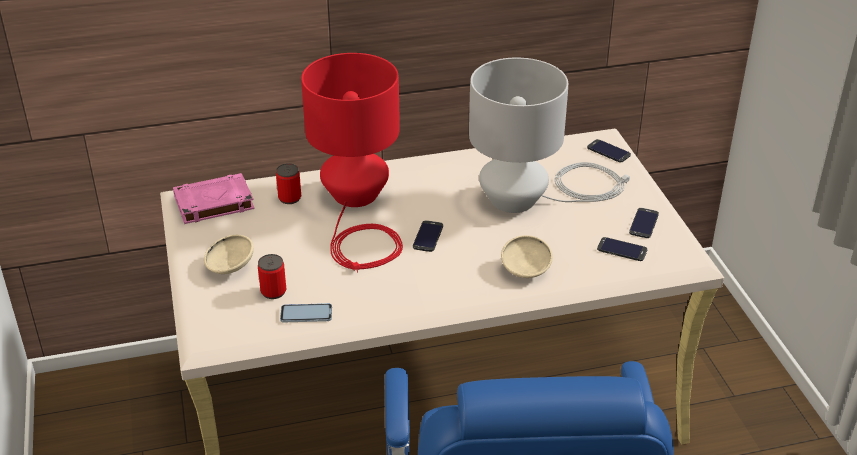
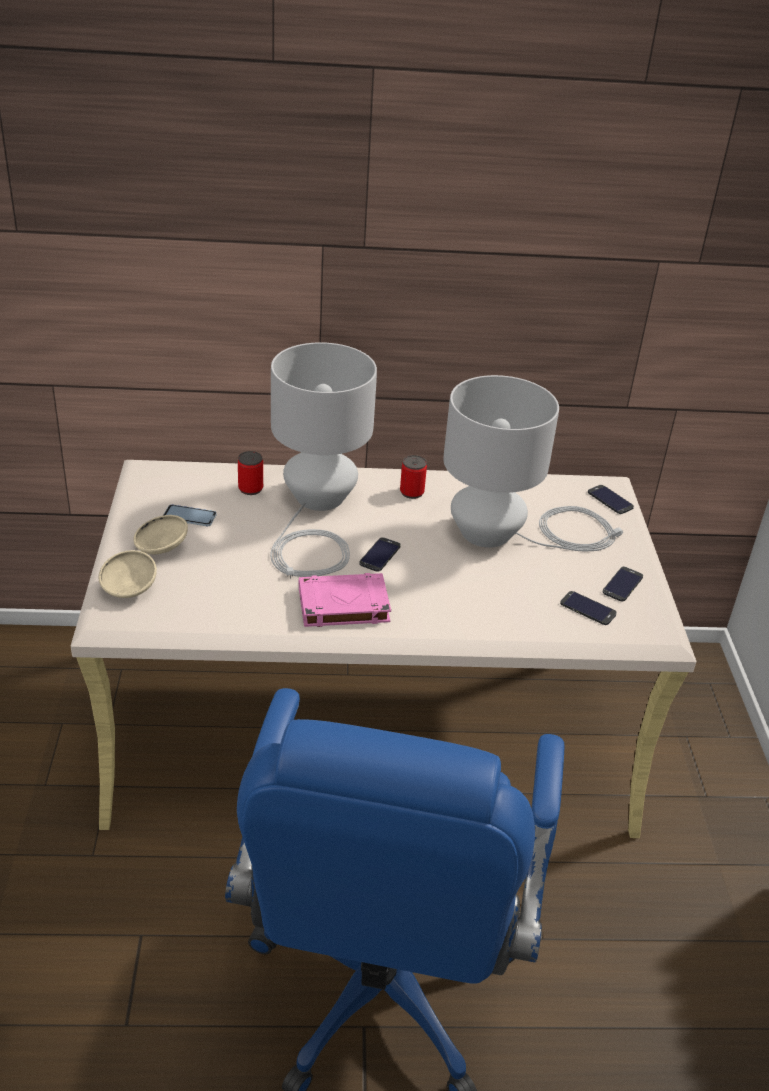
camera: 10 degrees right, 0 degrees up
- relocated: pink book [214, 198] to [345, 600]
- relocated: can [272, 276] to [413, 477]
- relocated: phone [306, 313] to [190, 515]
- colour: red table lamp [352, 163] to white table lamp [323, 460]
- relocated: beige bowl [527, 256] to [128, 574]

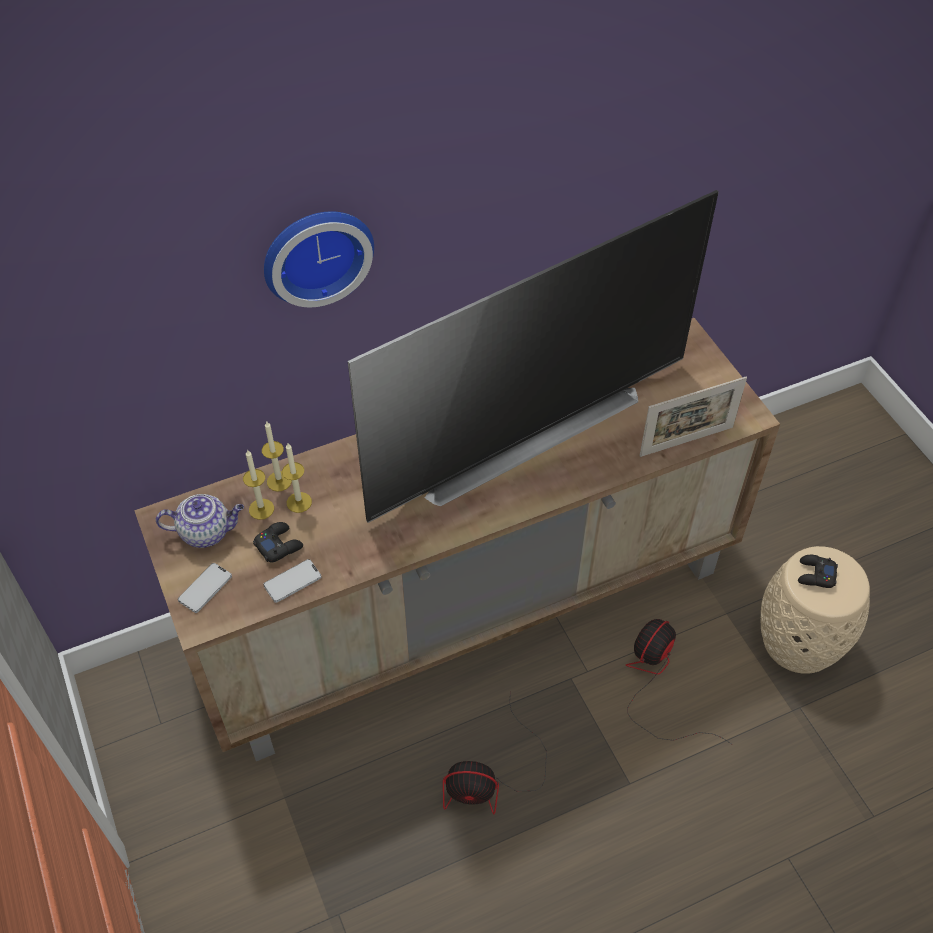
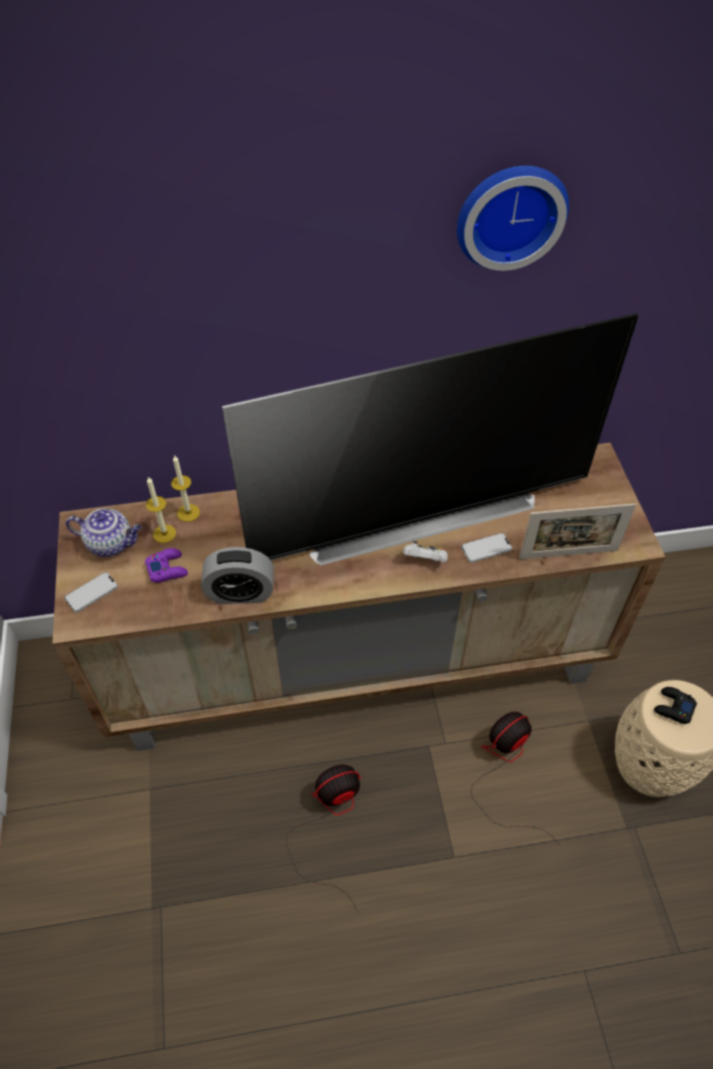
camera: 15 degrees right, 0 degrees up
- colour: black game controller [278, 542] to purple game controller [166, 565]
- relocated: phone [292, 581] to [486, 548]
- relocated: wall clock [319, 259] to [513, 218]
- missing: candle [297, 478]
- spun: fan [495, 752] = [323, 838] 135 degrees clockwise
- appeared: alarm clock [237, 575]
- appeared: white game controller [425, 551]

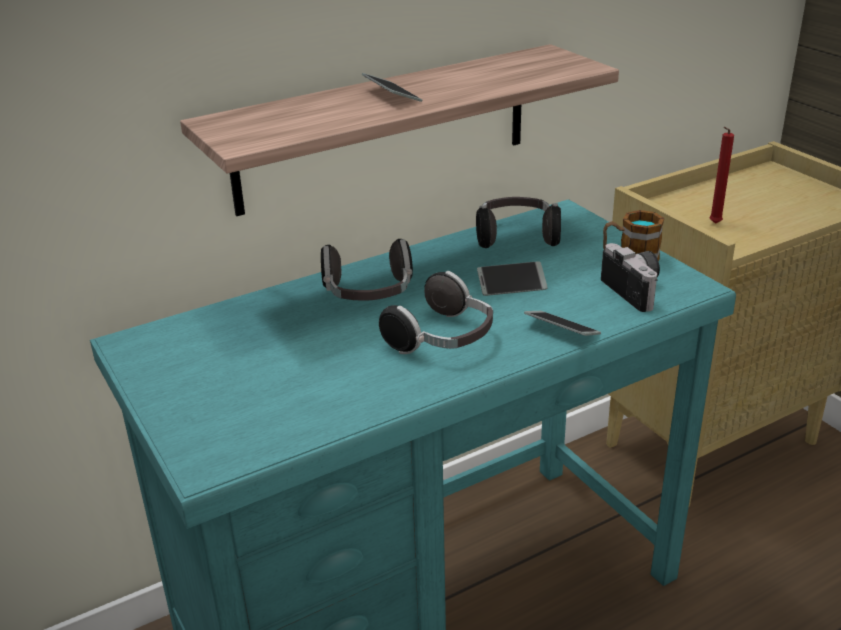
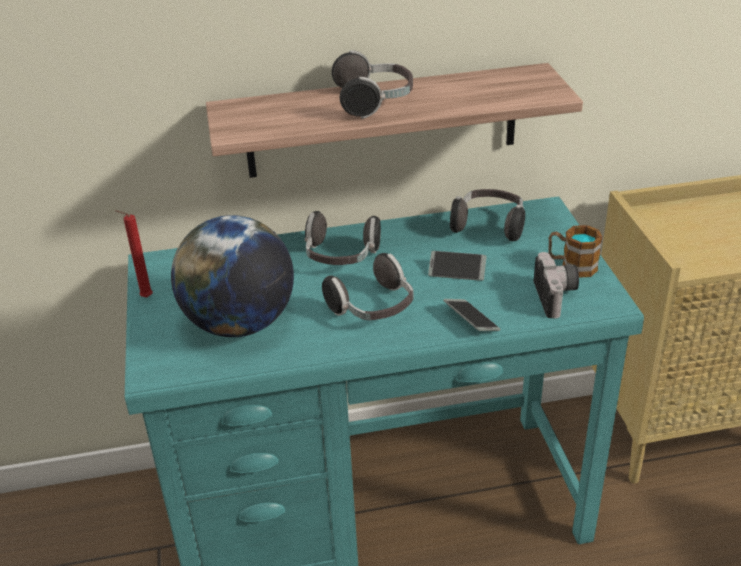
camera: 20 degrees right, 5 degrees up
- exchanged: phone [392, 87] to headphones [372, 84]
- relocated: red candle [721, 175] to [134, 253]
- appeared: globe [232, 276]

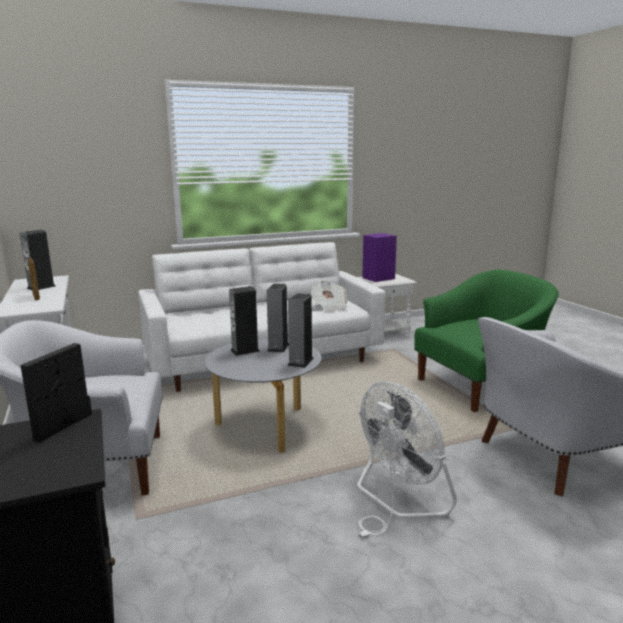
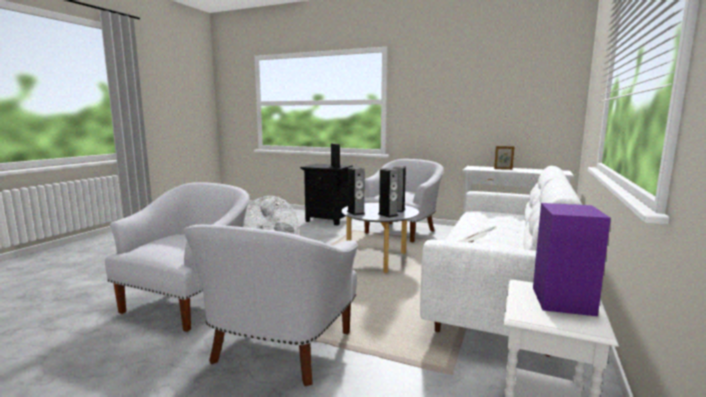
camera: 135 degrees right, 5 degrees down
- missing: speaker [37, 260]
- colour: green armchair [486, 341] to white armchair [270, 305]

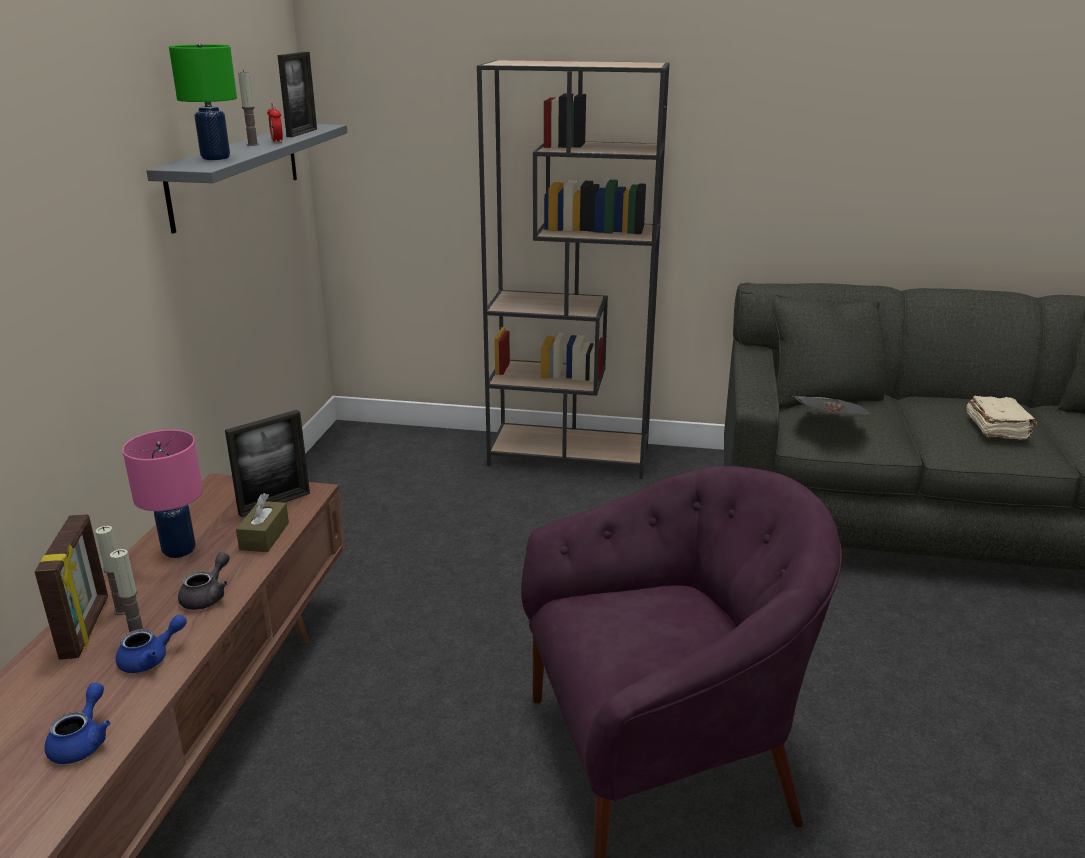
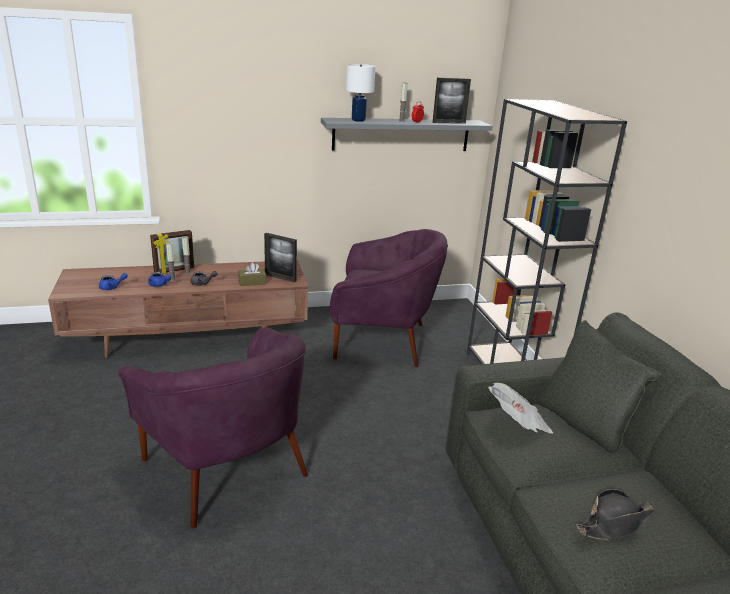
camera: 65 degrees right, 0 degrees up
- missing: pink table lamp [162, 494]
- colour: green table lamp [203, 102] to white table lamp [361, 93]
- exchanged: beige book [1002, 418] to black hat [615, 514]
- appeared: purple armchair [389, 298]

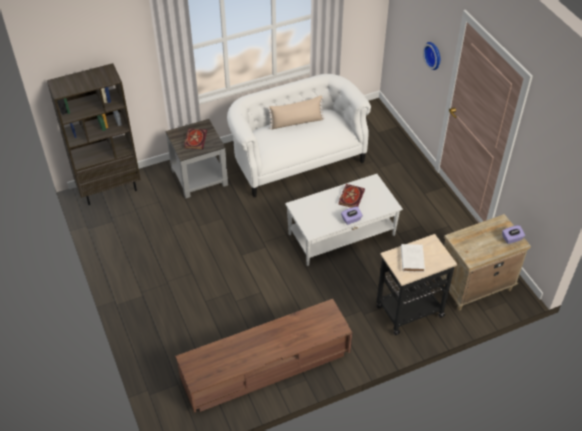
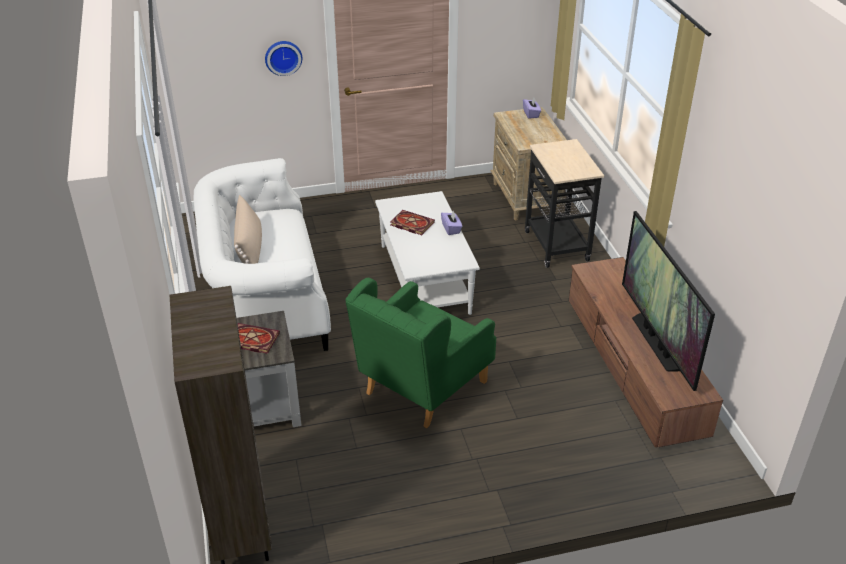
camera: 80 degrees left, 10 degrees down
- missing: white book [413, 258]
- appeared: green armchair [420, 353]
- appeared: television [668, 301]

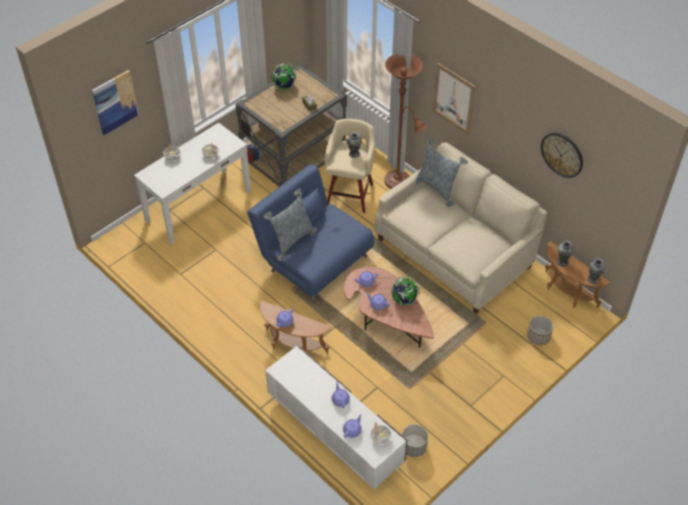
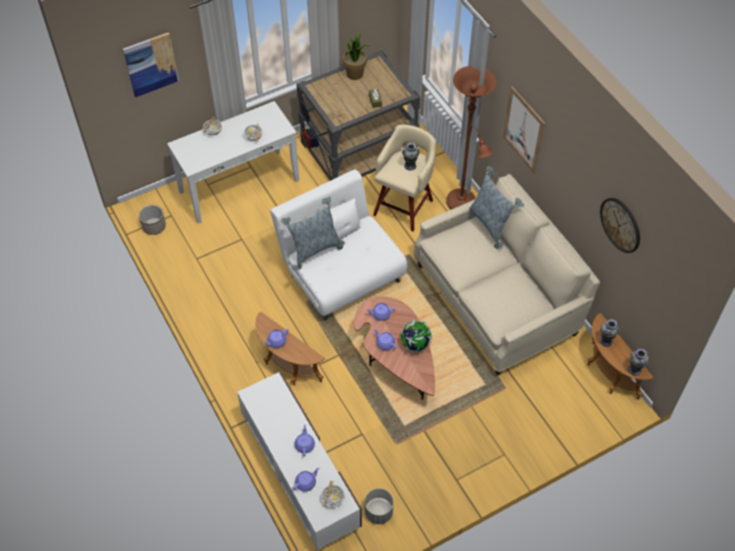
camera: 15 degrees right, 5 degrees up
- colour: blue armchair [310, 233] to white armchair [338, 245]
- exchanged: globe [284, 76] to potted plant [356, 56]
- relocated: planter [540, 330] to [152, 220]

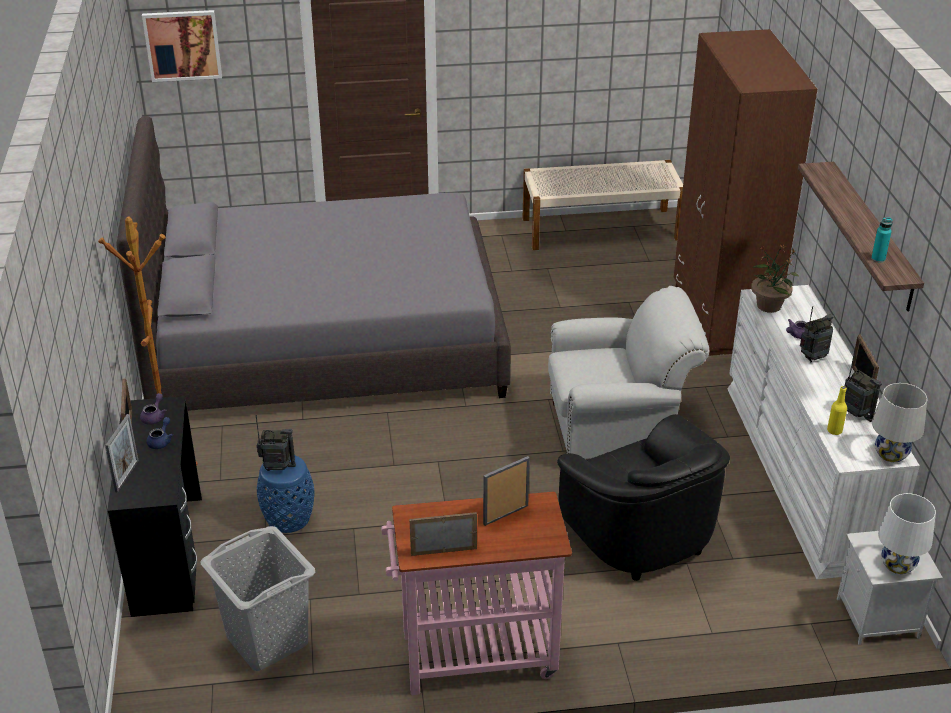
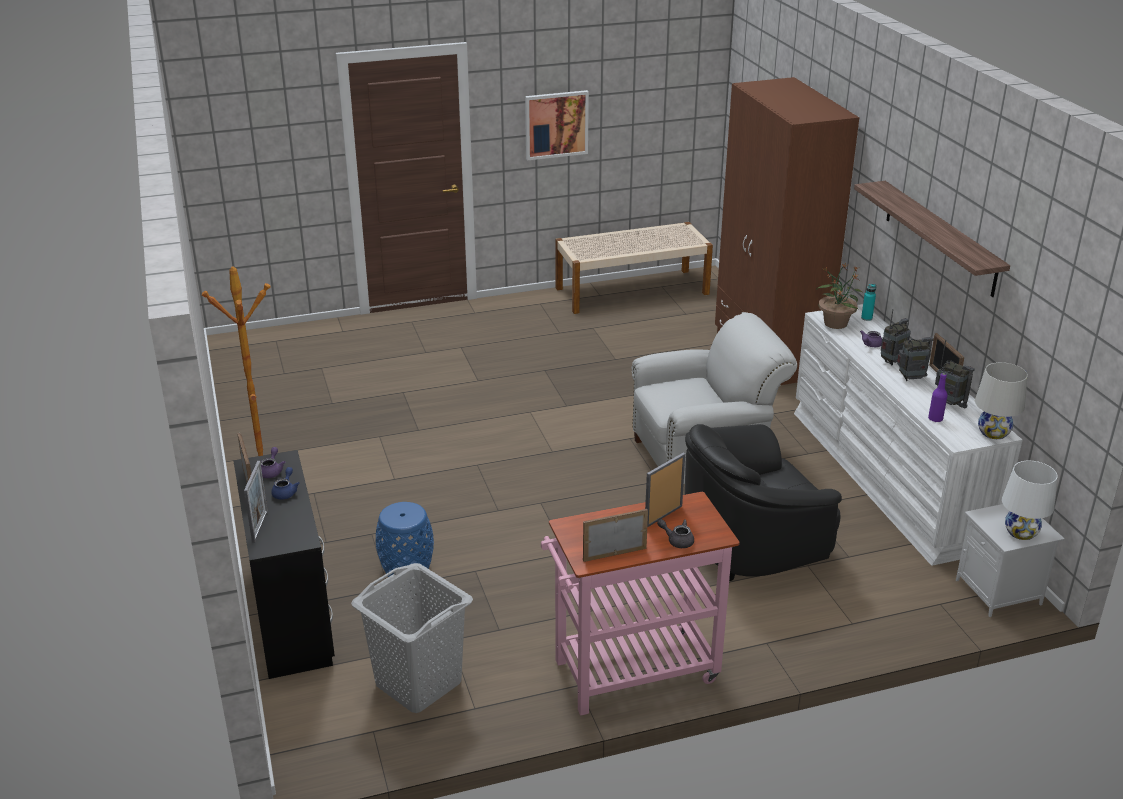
camera: 10 degrees left, 5 degrees down
- missing: grey bed [313, 263]
- relocated: picture [182, 46] to [557, 125]
- relocated: radio [276, 443] to [915, 352]
- spun: black armchair [643, 497] = [763, 502] 105 degrees clockwise
- colour: yellow bottle [837, 410] to purple bottle [938, 397]
- relocated: turquoise bottle [882, 239] to [868, 302]
- appeared: grey teapot [675, 533]

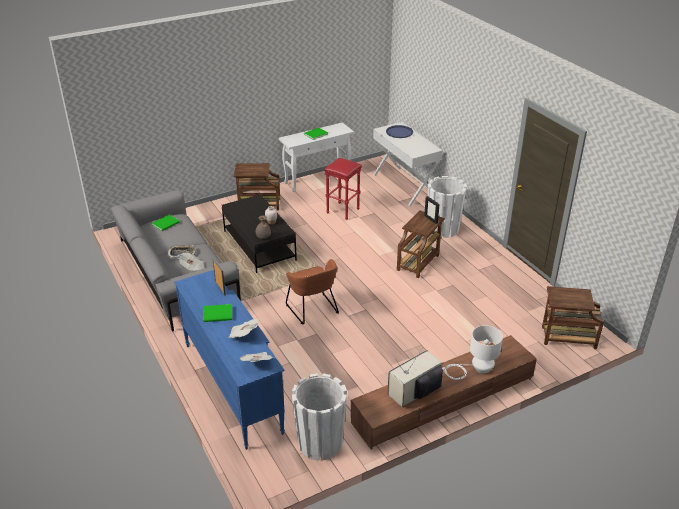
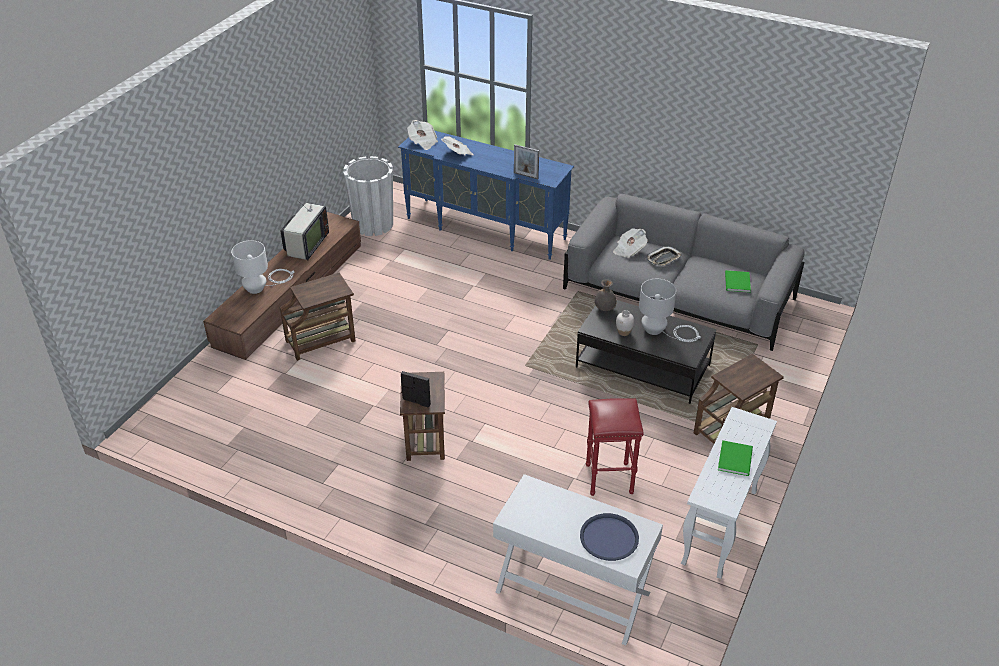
camera: 145 degrees right, 5 degrees up
- missing: green book [217, 313]
- missing: brown armchair [312, 291]
- missing: white planter [447, 207]
- relocated: brown side table [573, 317] to [318, 317]
- appeared: grey table lamp [670, 310]

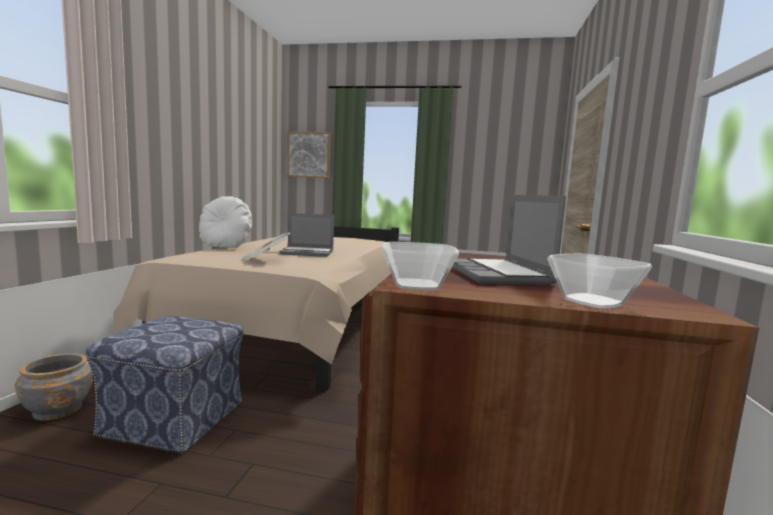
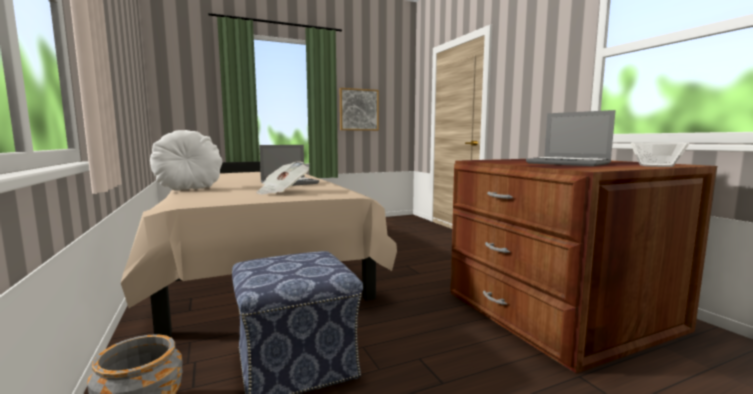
camera: 35 degrees left, 0 degrees up
- relocated: picture [309, 154] to [359, 109]
- missing: bowl [420, 266]

